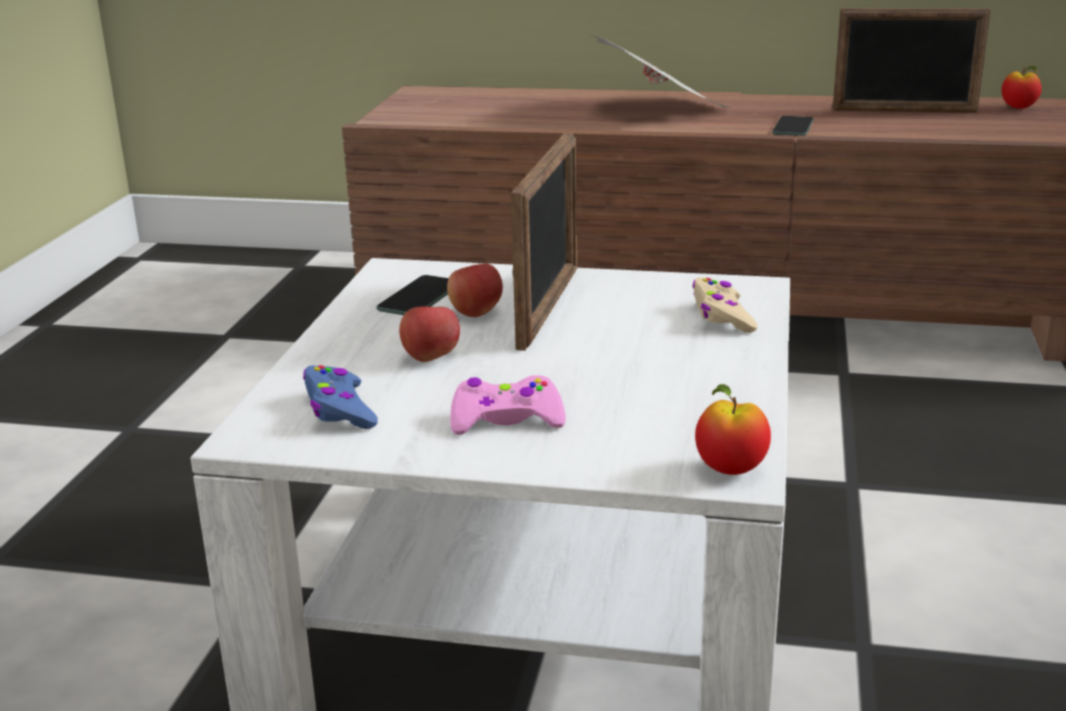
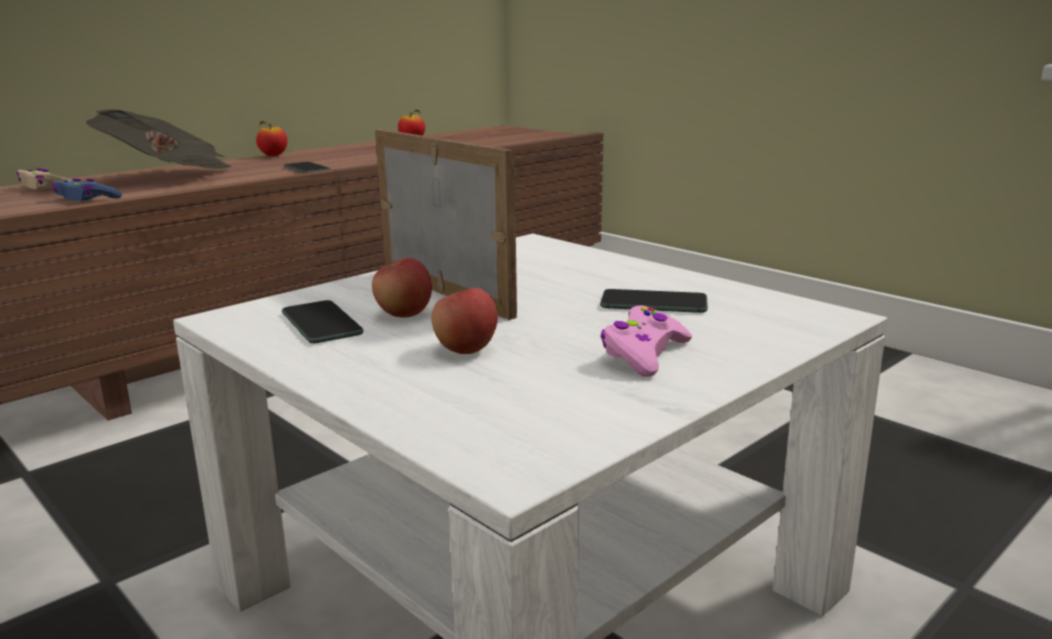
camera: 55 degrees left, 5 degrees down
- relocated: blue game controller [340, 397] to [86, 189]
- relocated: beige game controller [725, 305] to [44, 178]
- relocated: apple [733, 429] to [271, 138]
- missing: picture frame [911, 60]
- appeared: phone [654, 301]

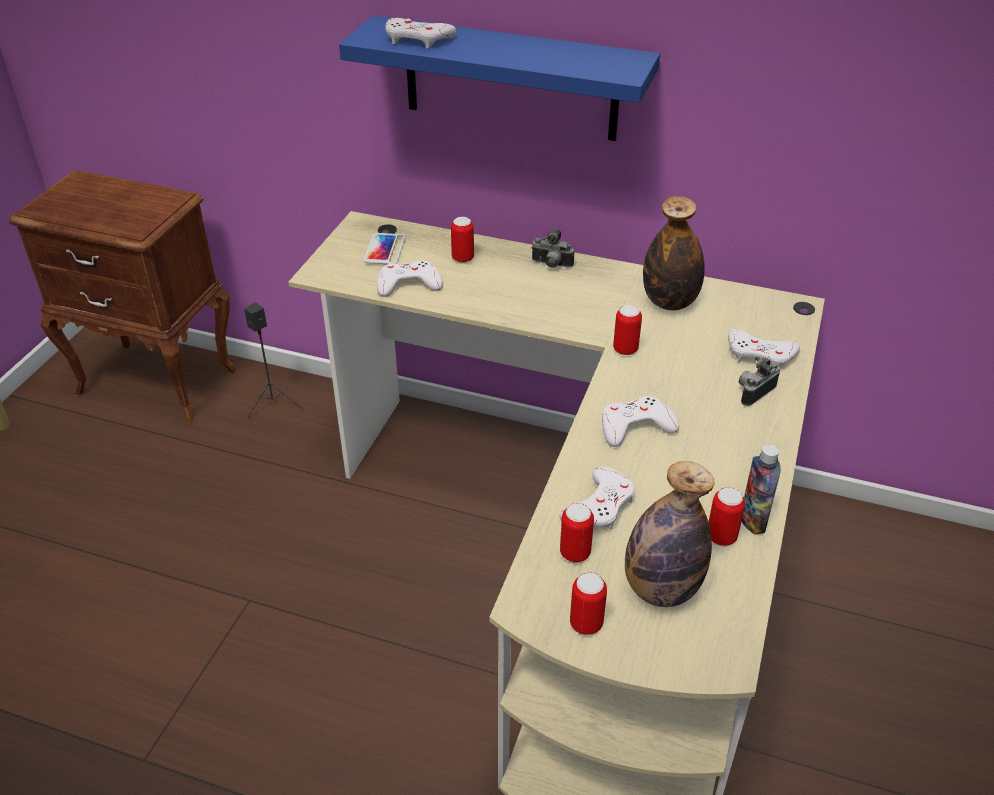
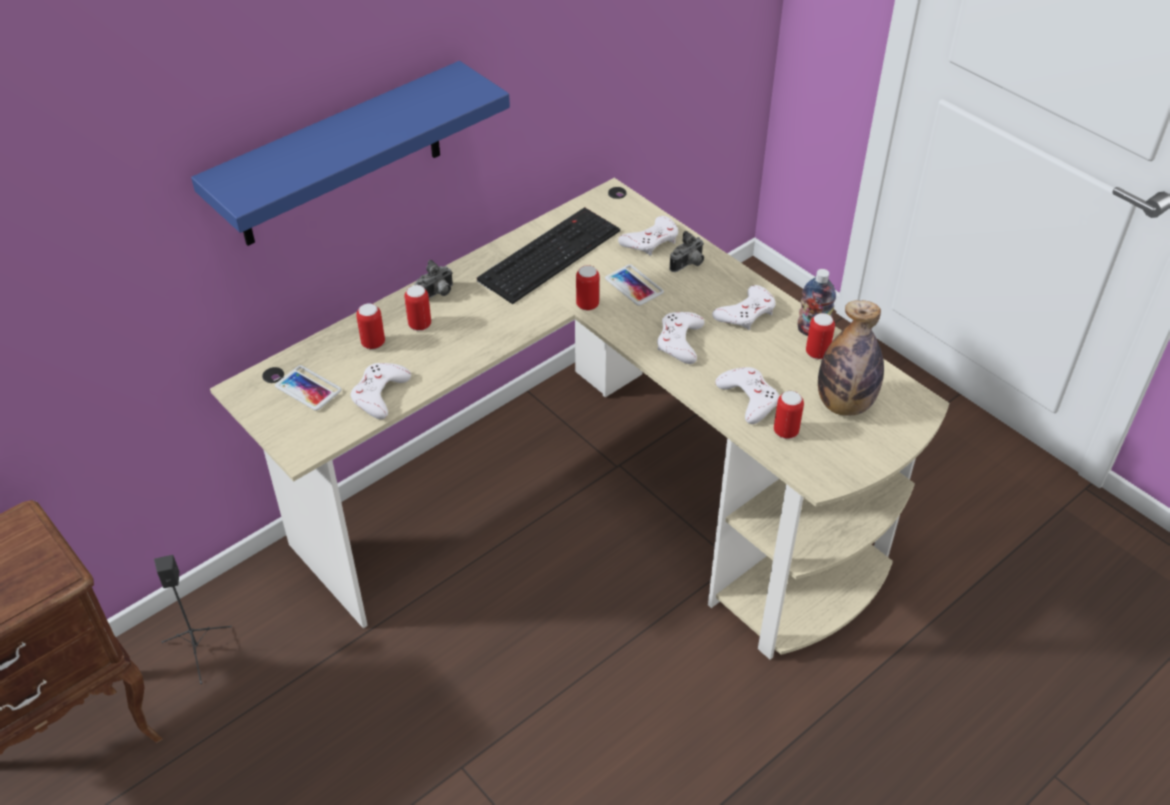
camera: 60 degrees left, 5 degrees up
- relocated: white game controller [420, 33] to [744, 307]
- relocated: can [588, 604] to [417, 308]
- exchanged: bottle [674, 253] to keyboard [548, 255]
- spun: photo camera [759, 381] = [686, 251] 120 degrees counterclockwise
- appeared: phone [634, 285]

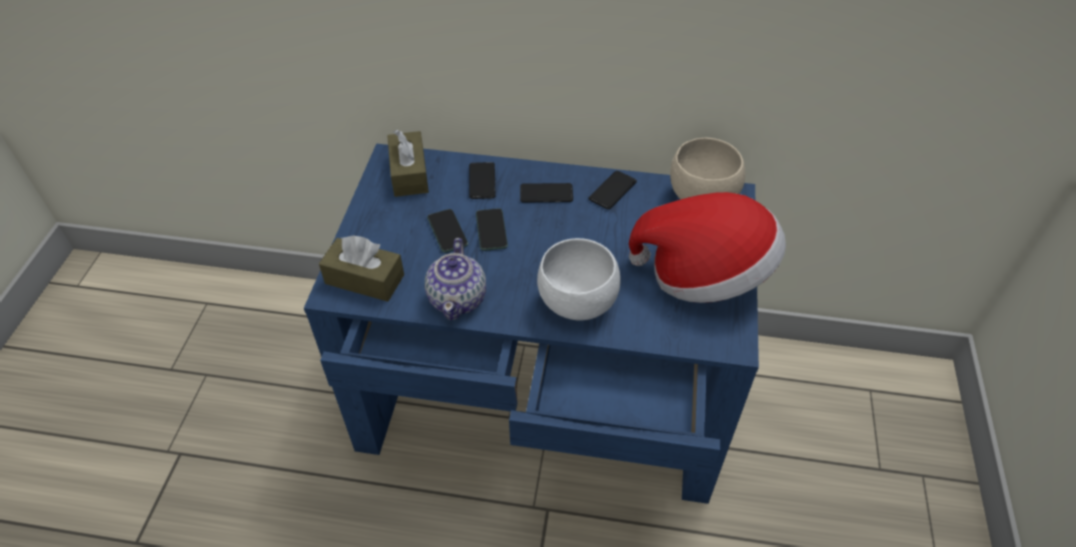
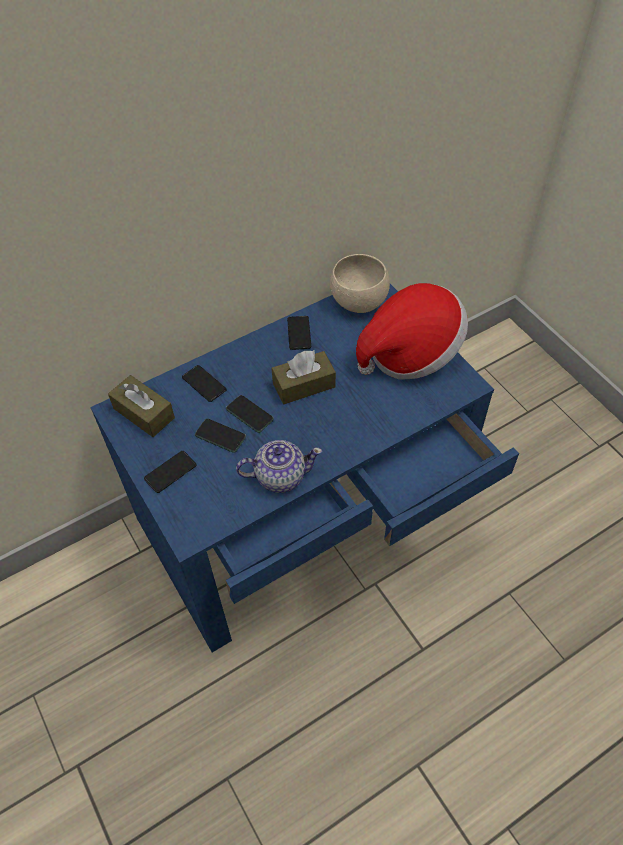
camera: 40 degrees left, 5 degrees up
- relocated: brown tissue box [361, 268] to [303, 377]
- spun: teapot [455, 279] = [279, 466] 60 degrees counterclockwise
- relocated: phone [546, 193] to [170, 472]
- missing: white bowl [578, 279]

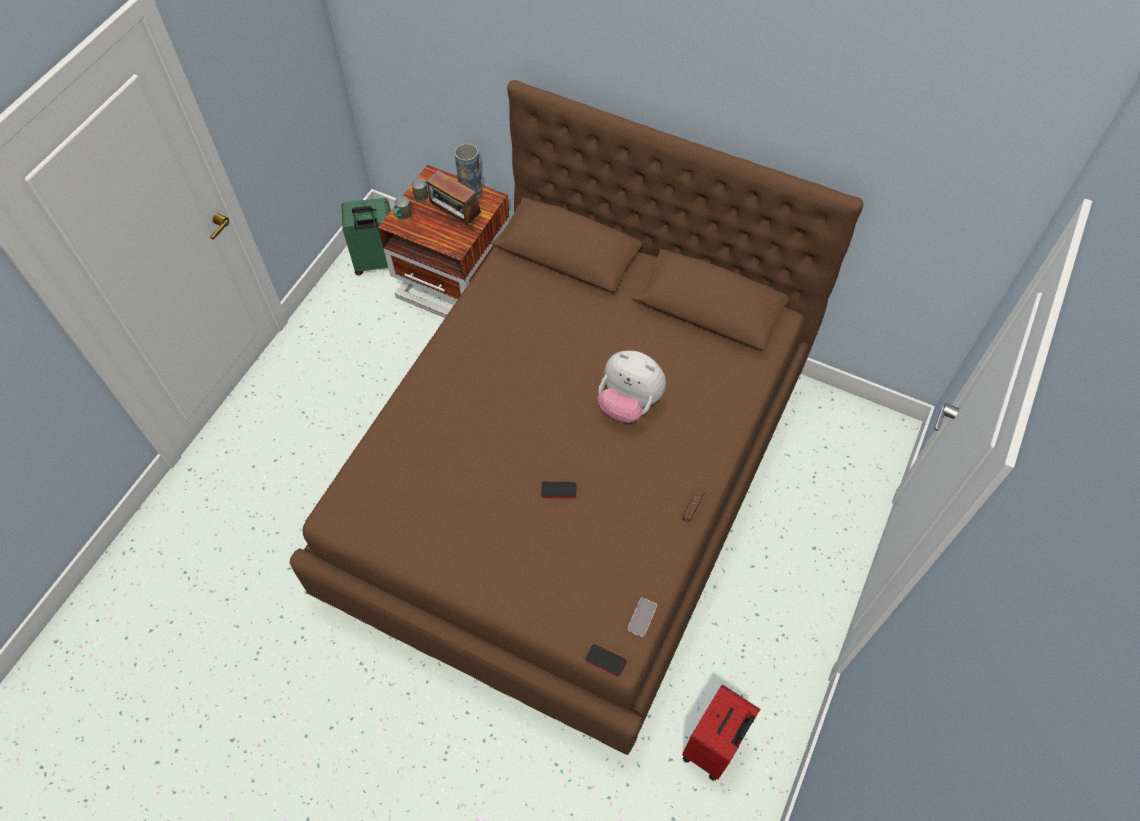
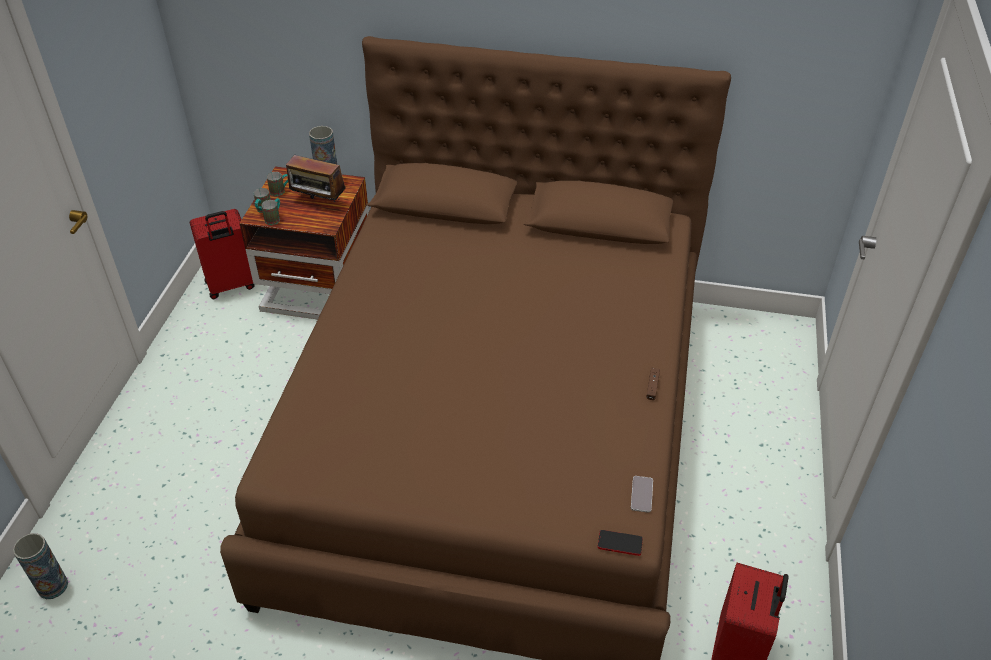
camera: 15 degrees left, 15 degrees down
- colour: green suitcase [366, 236] to red suitcase [222, 254]
- missing: phone [559, 490]
- missing: plush toy [632, 387]
- appeared: vase [40, 566]
- appeared: mug [270, 211]

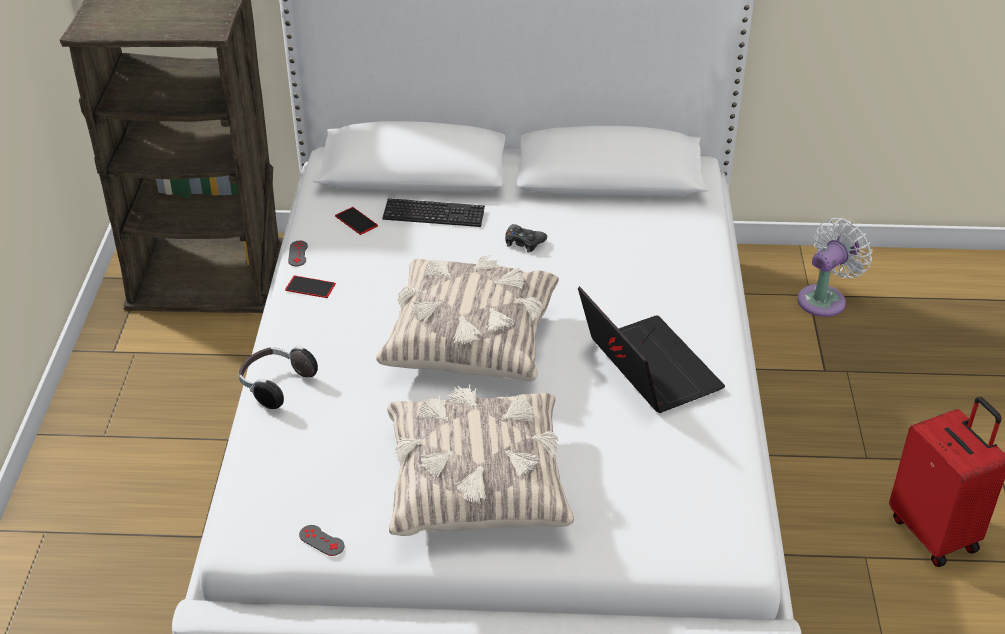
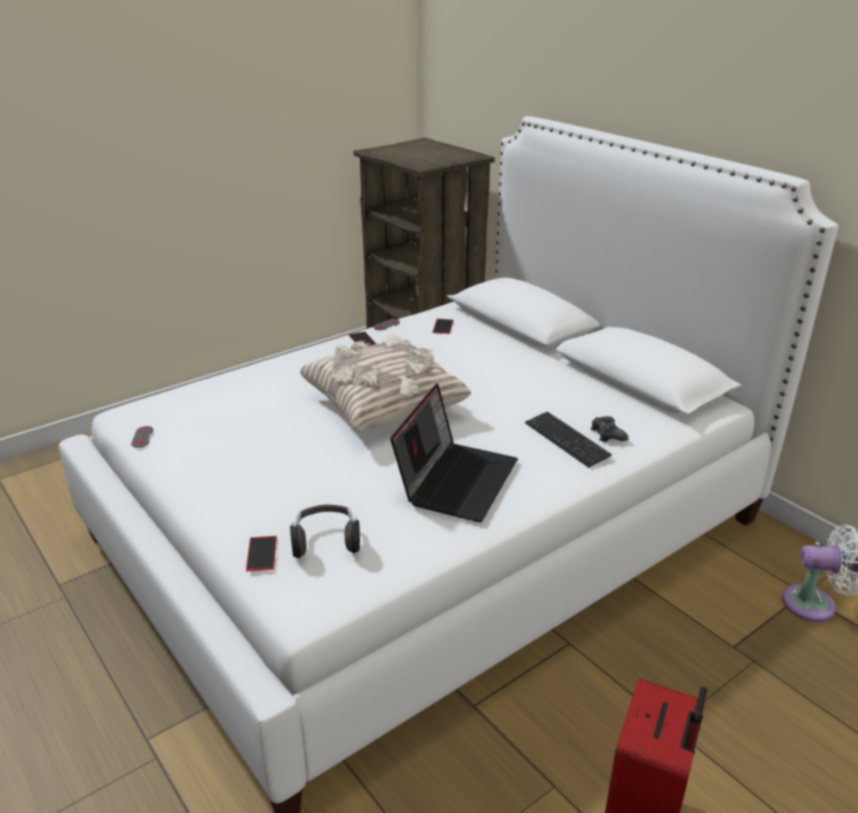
camera: 50 degrees right, 10 degrees down
- relocated: headphones [278, 377] to [325, 531]
- relocated: keyboard [433, 212] to [568, 440]
- missing: beige pillow [480, 460]
- relocated: black game controller [526, 238] to [609, 429]
- appeared: phone [261, 553]

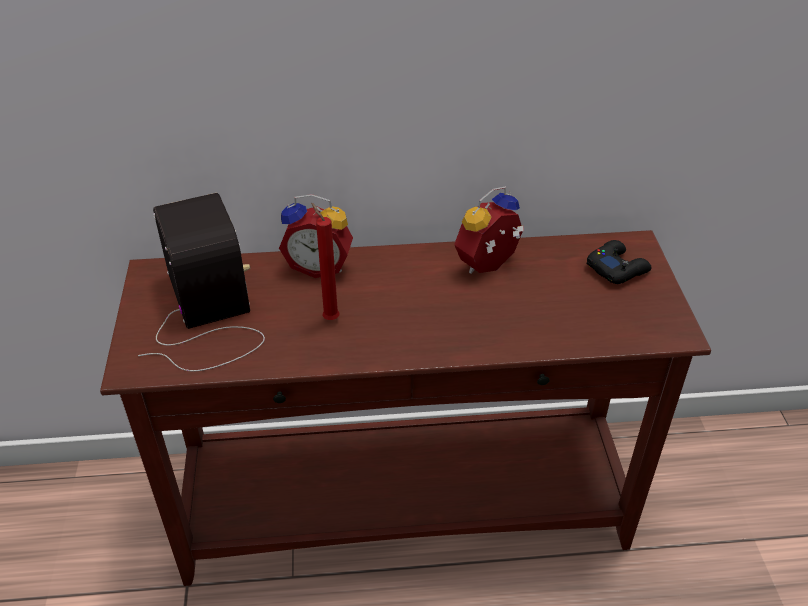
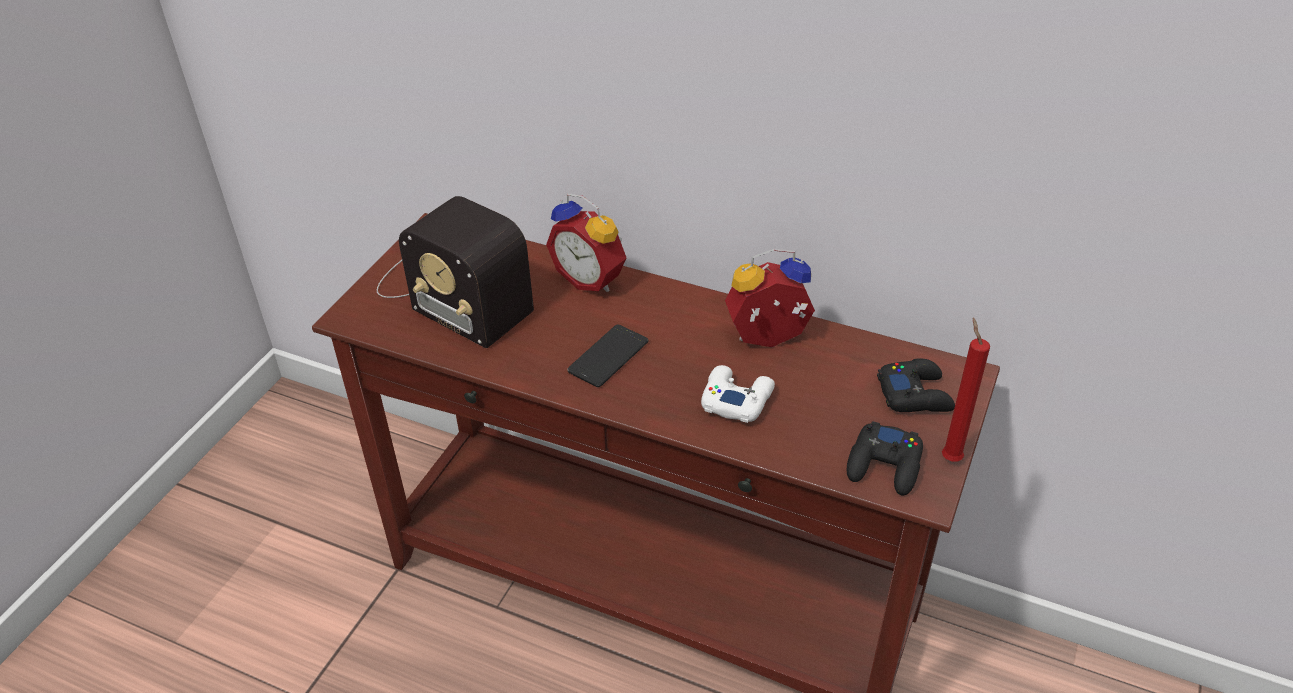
camera: 30 degrees right, 0 degrees up
- spun: radio [201, 282] = [455, 272] 120 degrees clockwise
- relocated: red candle [325, 261] to [966, 390]
- appeared: phone [607, 356]
- appeared: white game controller [738, 394]
- appeared: black game controller [885, 458]

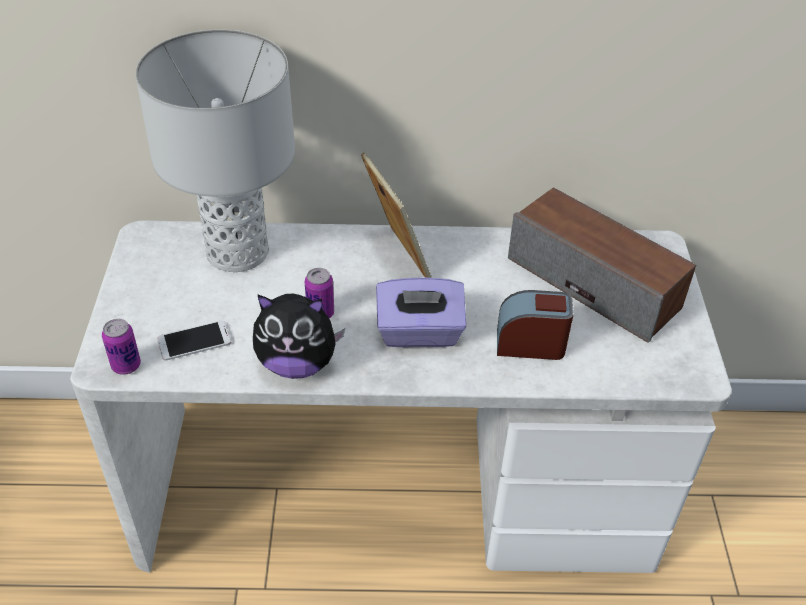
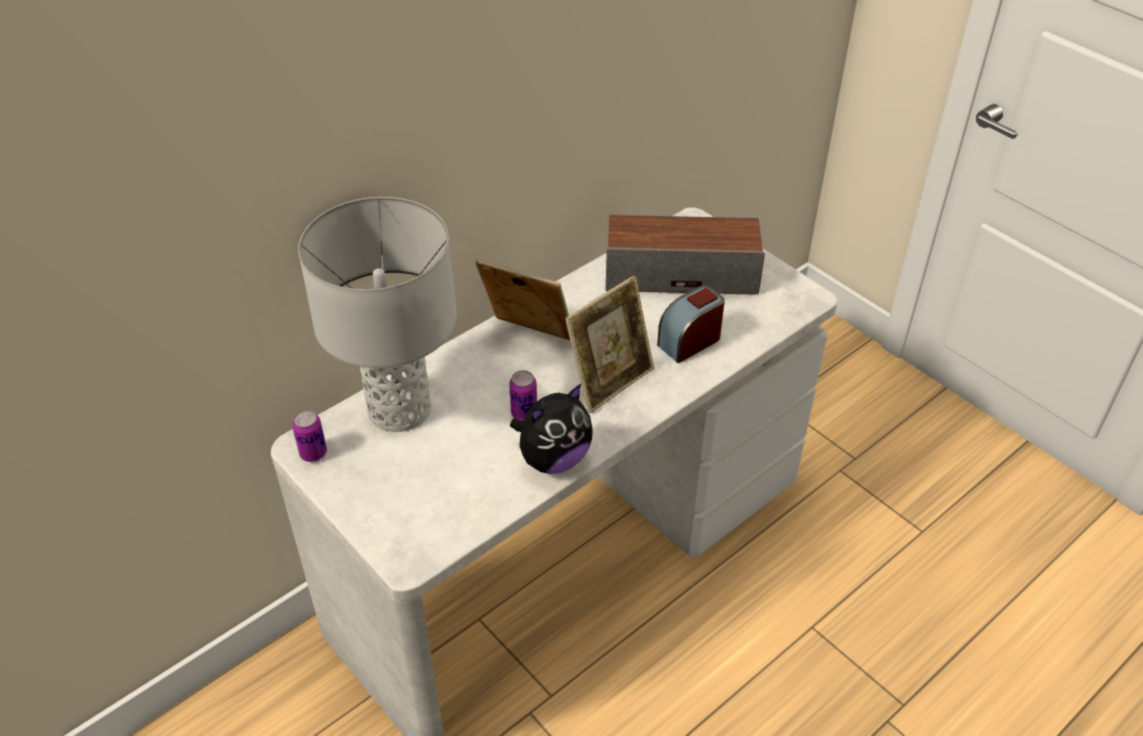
camera: 40 degrees left, 0 degrees up
- relocated: can [121, 347] to [309, 436]
- missing: phone [194, 341]
- exchanged: purple tissue box [421, 312] to picture frame [609, 345]

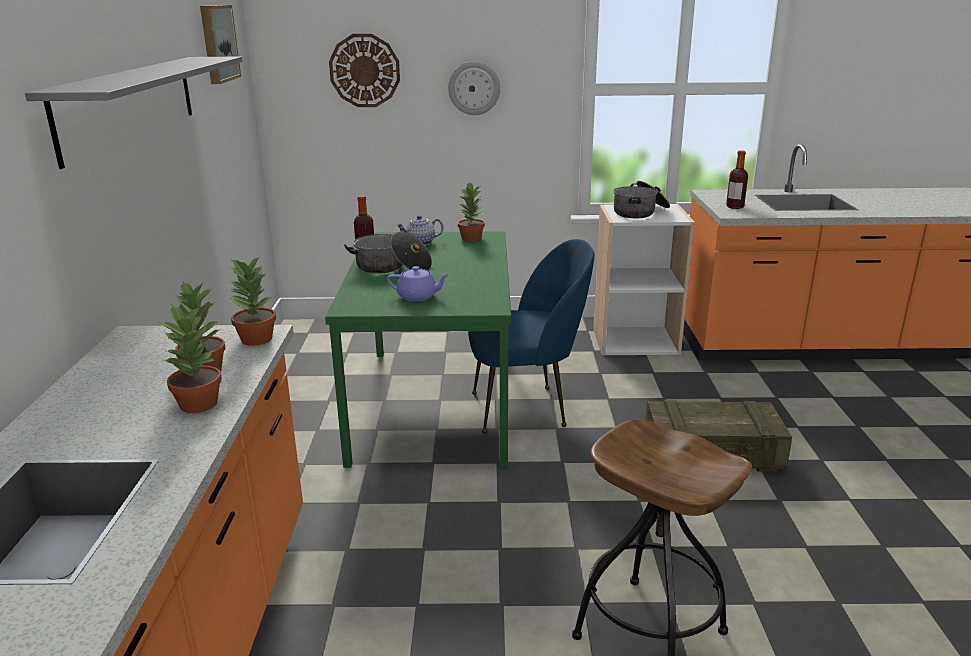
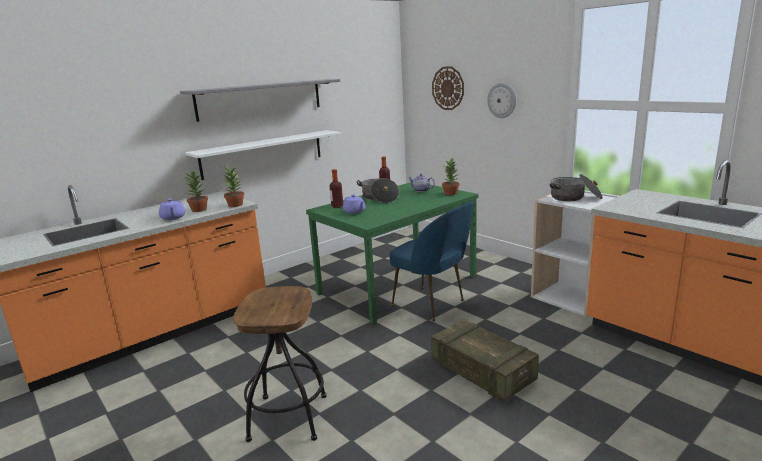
camera: 50 degrees right, 5 degrees down
- exchanged: potted plant [190, 358] to purple teapot [172, 209]
- missing: picture [220, 44]
- relocated: bottle [737, 179] to [336, 188]
- appeared: white shelf [263, 155]

